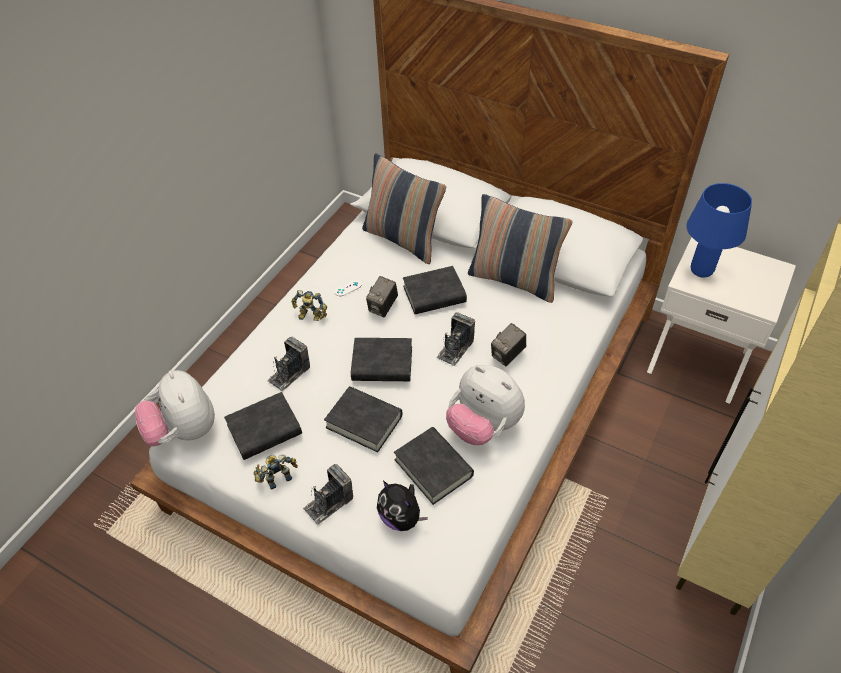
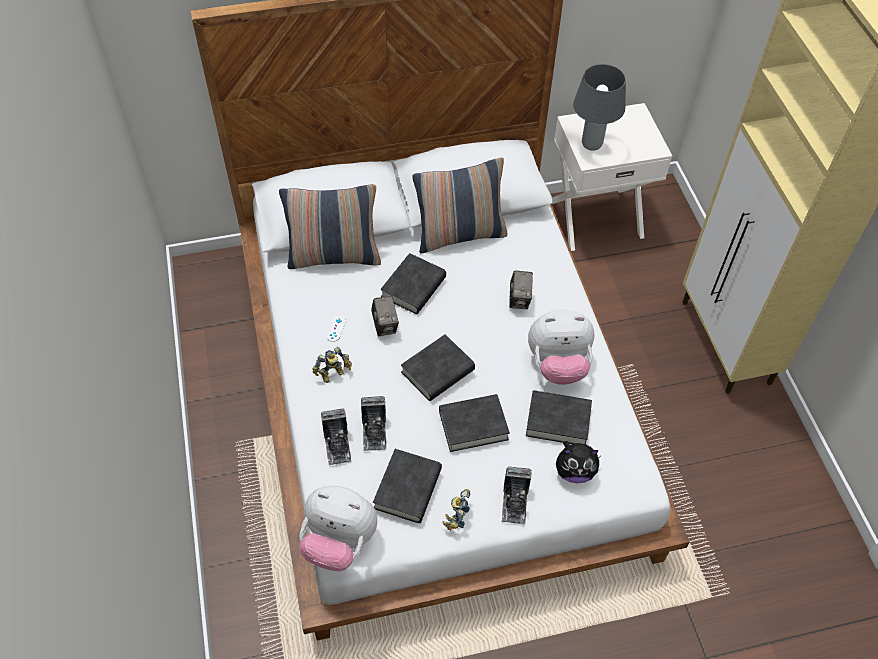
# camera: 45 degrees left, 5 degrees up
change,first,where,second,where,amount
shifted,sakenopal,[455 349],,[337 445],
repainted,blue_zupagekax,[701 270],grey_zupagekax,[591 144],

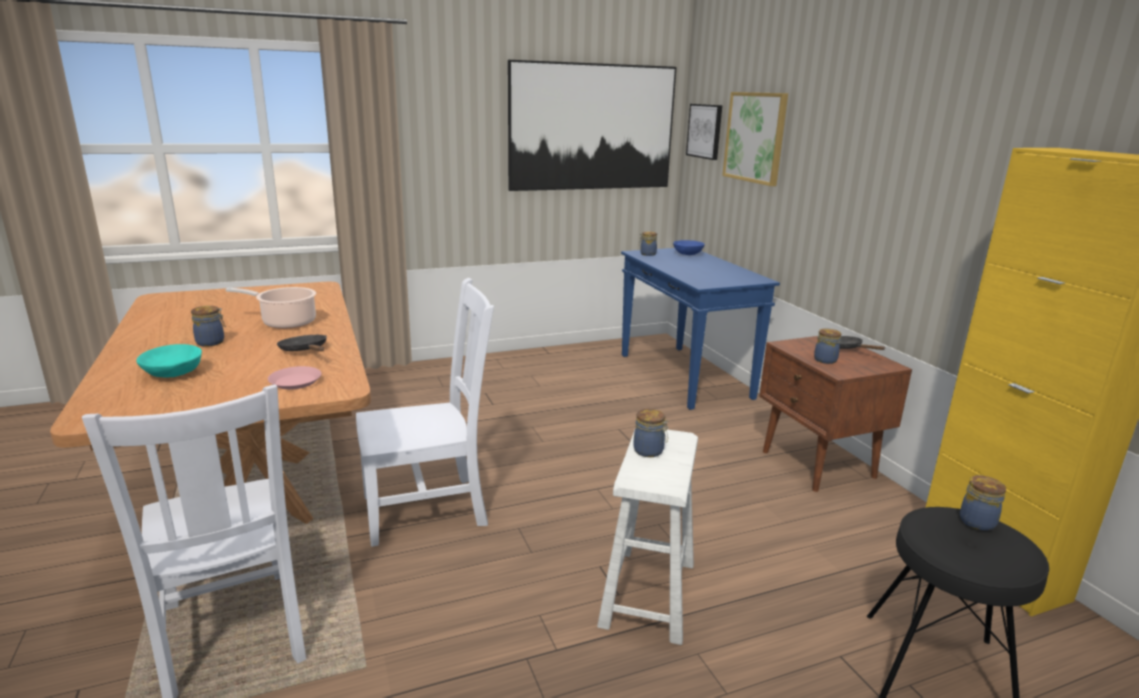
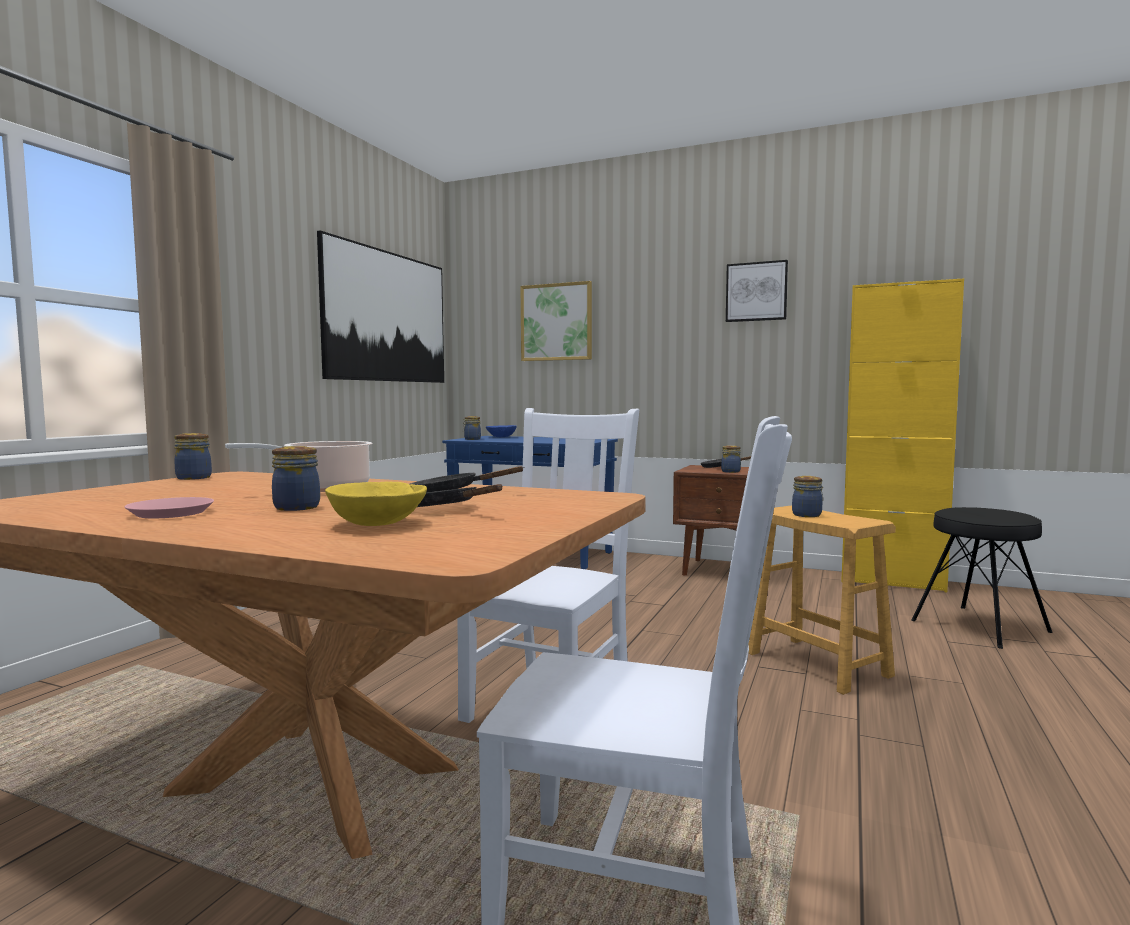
# camera: 45 degrees left, 15 degrees down
change,first,where,second,where,amount
shifted,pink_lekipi,[295 382],,[171 513],
shifted,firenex,[976 521],,[193 477],
repainted,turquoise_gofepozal,[174 373],yellow_gofepozal,[376 523],
new,,,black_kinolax,[444 508],
shifted,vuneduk,[705 131],,[756 292],
repainted,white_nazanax,[649 594],brown_nazanax,[818 664],

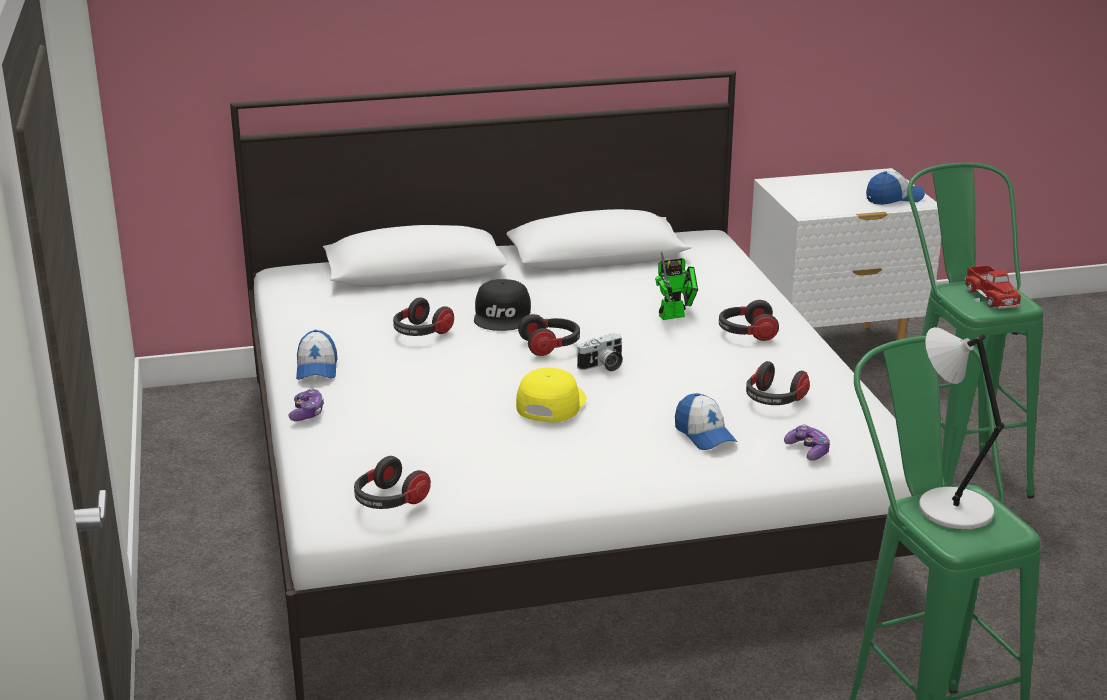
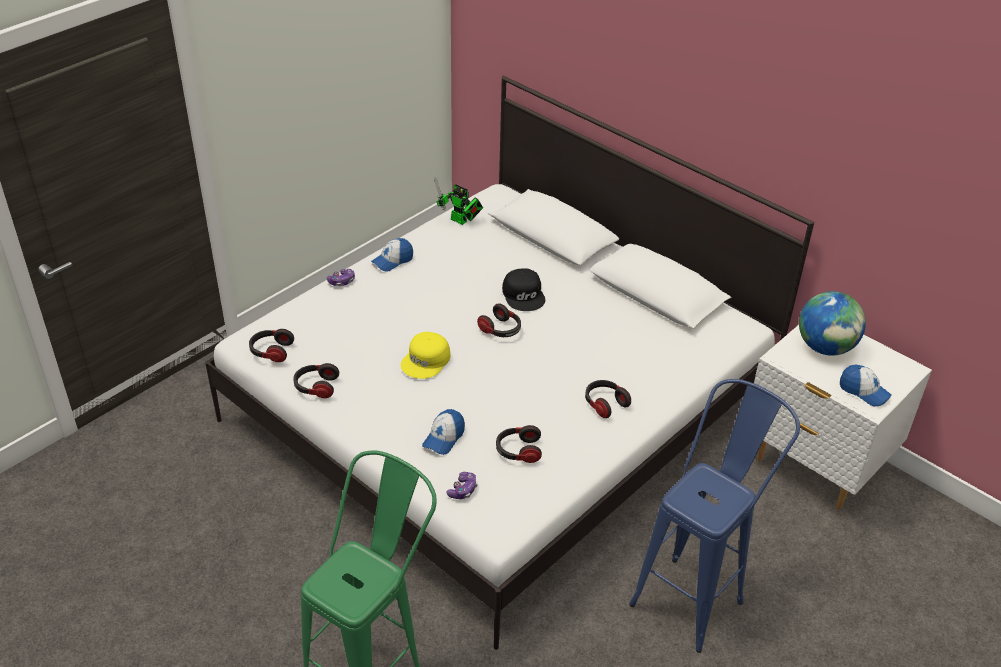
# camera: 55 degrees right, 15 degrees up
change,first,where,second,where,amount
shifted,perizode,[421 333],,[316 387],
rotated,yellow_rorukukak,[550 403],,[426 360],135 degrees clockwise
shifted,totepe,[675 315],,[460 221],
rotated,black_rorukukak,[503 315],,[524 295],75 degrees counterclockwise
repainted,green_nazanax,[951 470],blue_nazanax,[696 593],
new,,,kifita,[825 347],
gone,sakenopal,[602 366],,,
gone,grey_zupagekax,[951 509],,,
gone,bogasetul,[992 297],,,

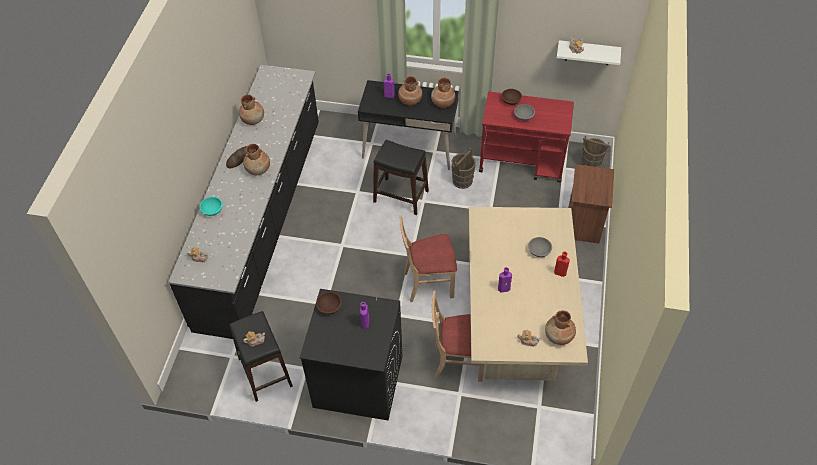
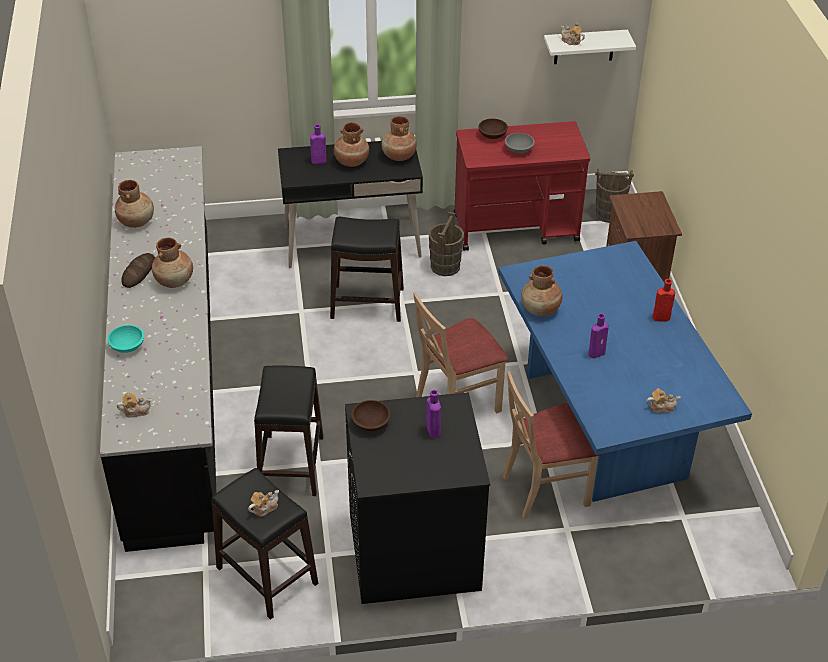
# camera: 20 degrees left, 10 degrees down
change,first,where,second,where,amount
new,,,black_nazanax,[292 464],
repainted,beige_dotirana,[516 324],blue_dotirana,[603 424],
shifted,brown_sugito,[559 336],,[540 309],
gone,grey_gofepozal,[539 251],,,

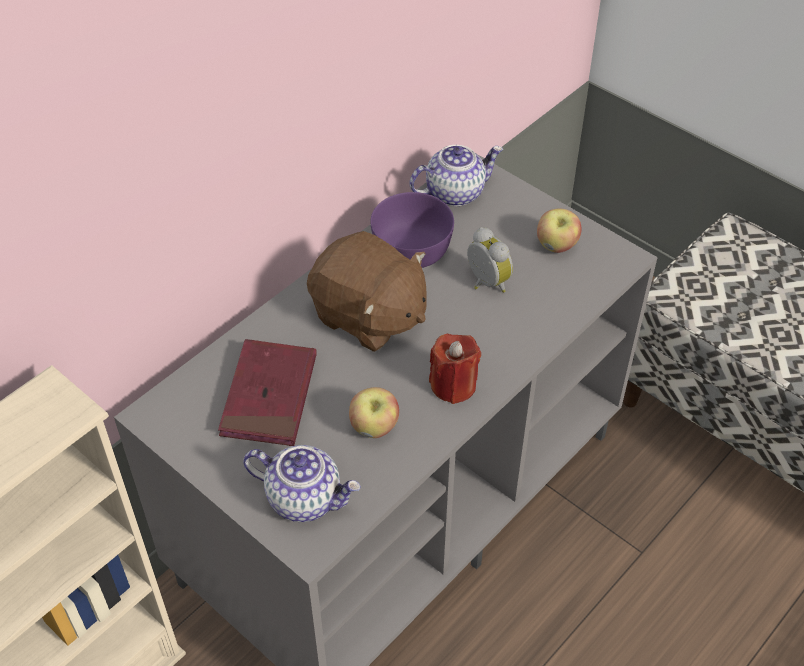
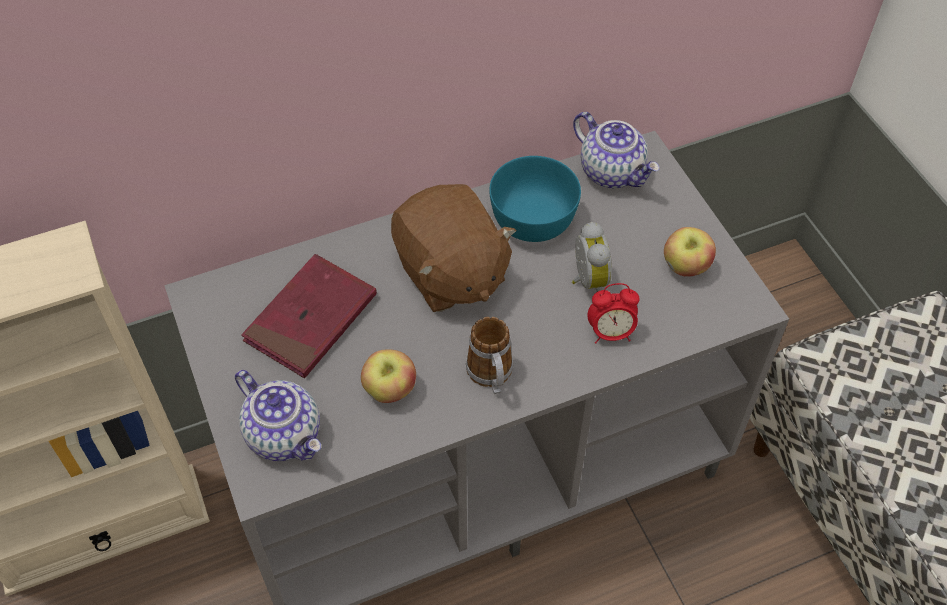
# camera: 25 degrees right, 5 degrees up
change,first,where,second,where,amount
swapped,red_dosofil,[453 385],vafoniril,[491 377],
repainted,purple_gofepozal,[413 249],turquoise_gofepozal,[534 218],
rotated,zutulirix,[455 192],,[612 172],45 degrees clockwise
new,,,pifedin,[610 333],

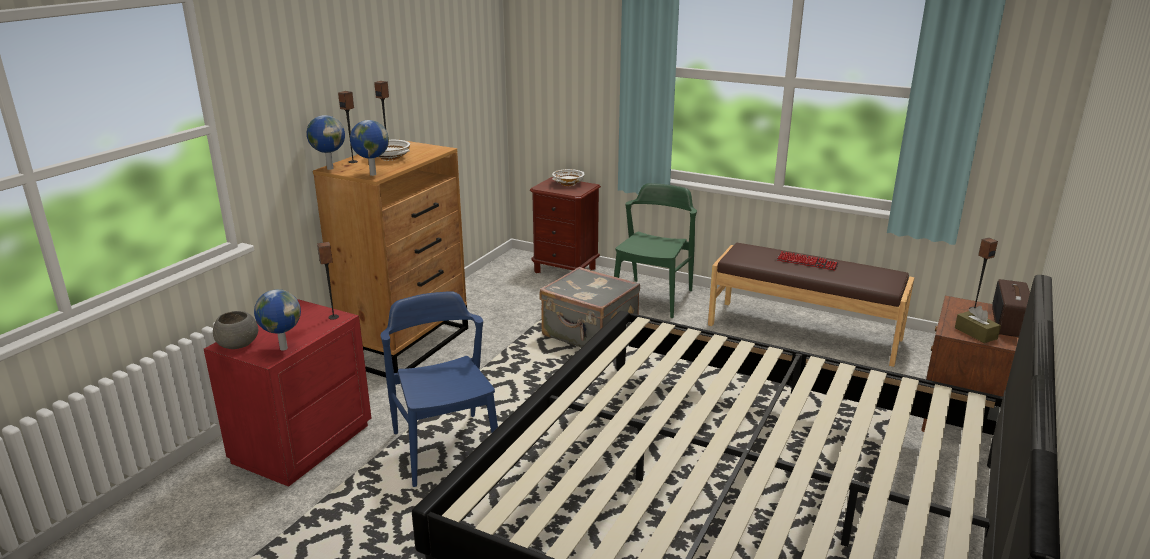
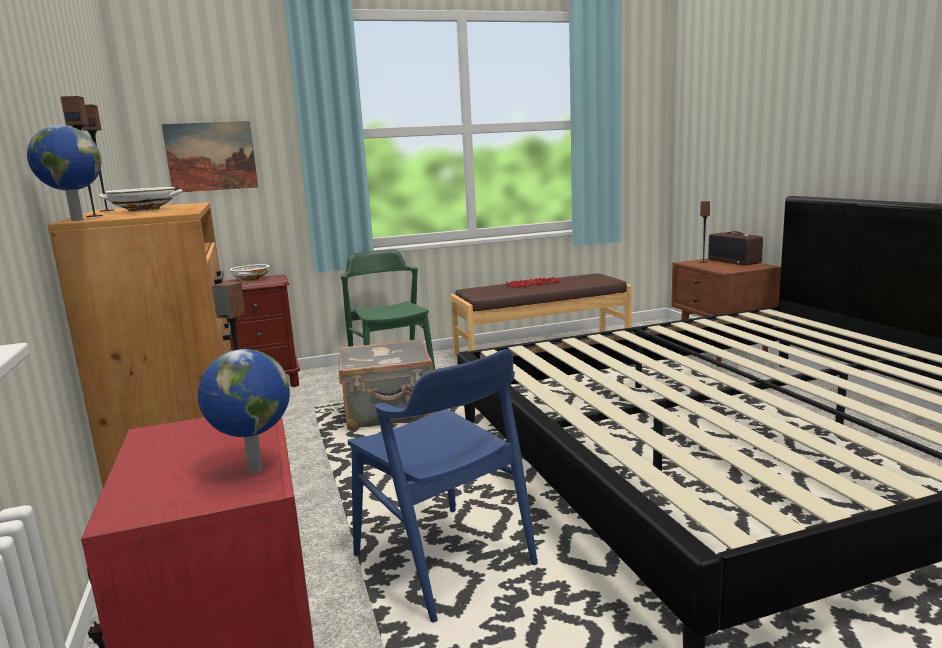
# camera: 45 degrees left, 10 degrees down
change,first,where,second,where,amount
new,,,vuneduk,[211 156],
rotated,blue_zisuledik,[446 448],,[444 560],150 degrees counterclockwise
gone,grey_gofepozal,[237 345],,,
gone,kifita,[372 174],,,
gone,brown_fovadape,[975 333],,,

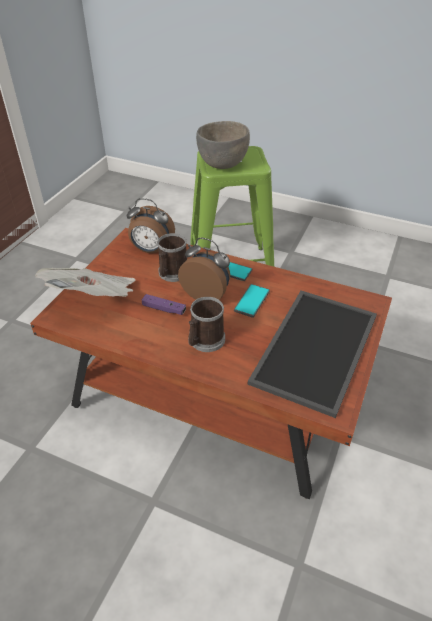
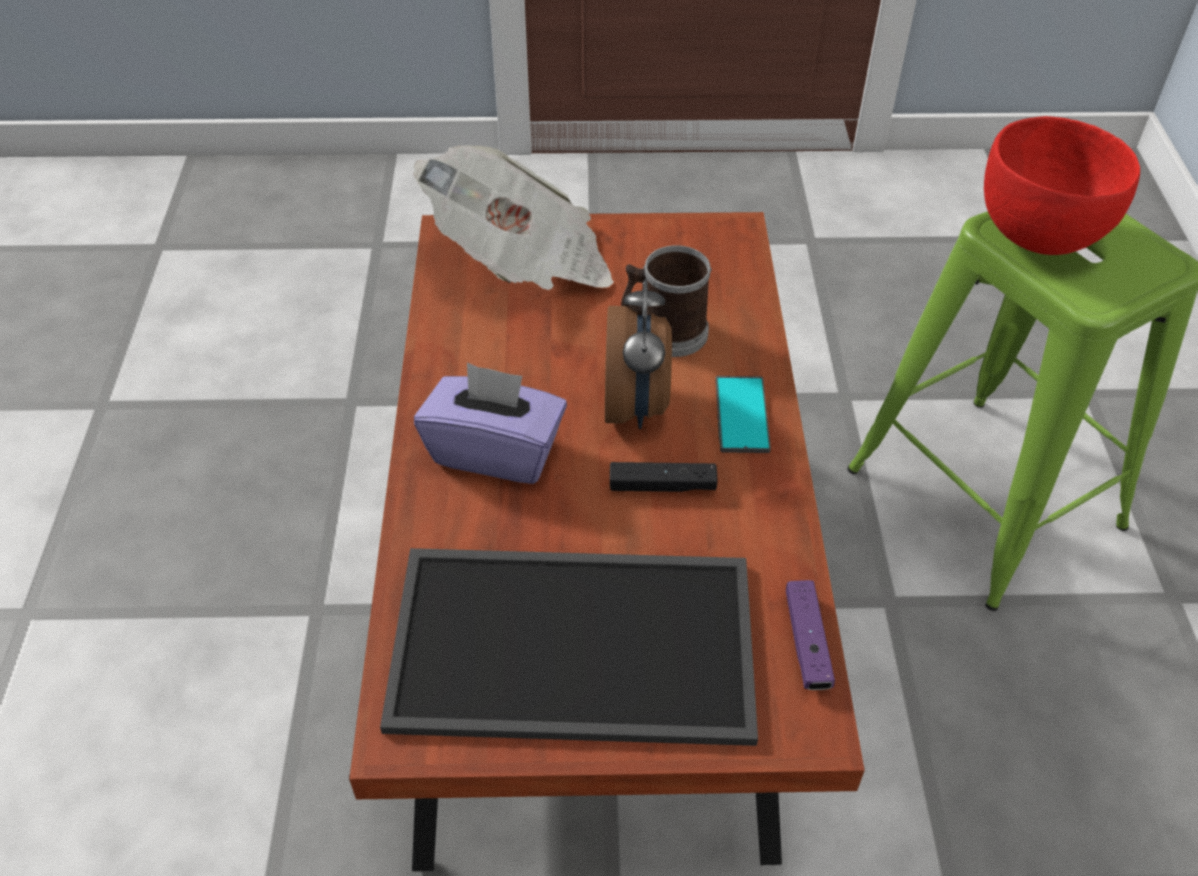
# camera: 65 degrees right, 5 degrees up
change,first,where,second,where,amount
swapped,vafoniril,[204 341],purple_fovadape,[496 451],
swapped,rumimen,[252 301],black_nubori,[662 486],
shifted,purple_nubori,[164 309],,[807 642],
repainted,grey_gofepozal,[223 164],red_gofepozal,[1039 236],
gone,pifedin,[151 250],,,

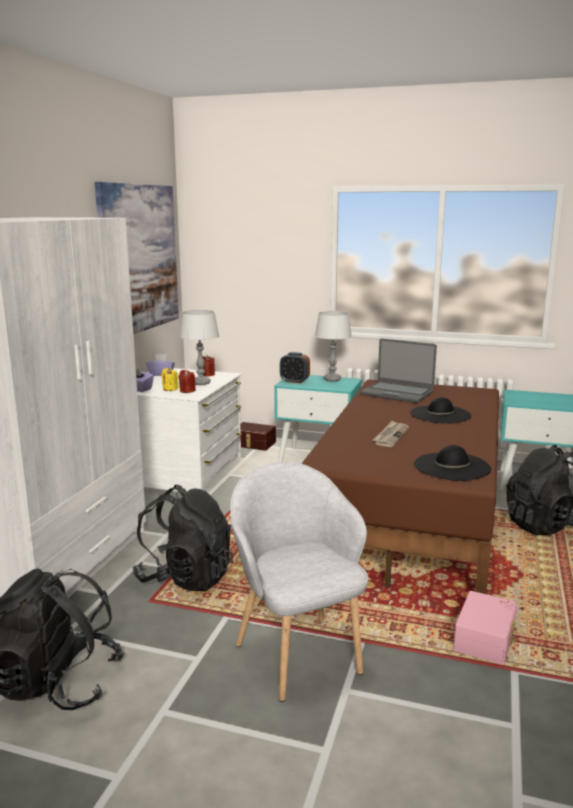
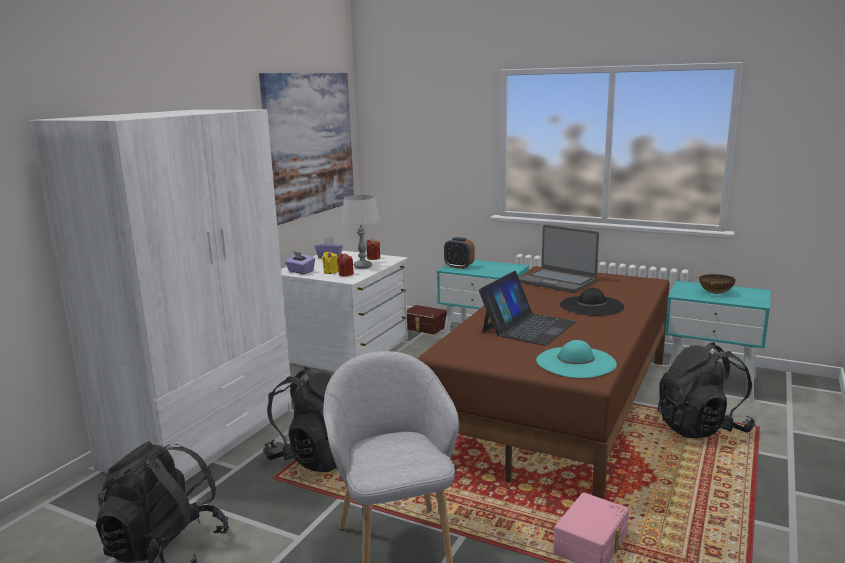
# camera: 10 degrees right, 0 degrees up
change,first,where,second,where,amount
swapped,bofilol,[390 436],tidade,[528 327],
repainted,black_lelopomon,[451 466],turquoise_lelopomon,[575 362],
new,,,gofepozal,[715 293],
gone,grey_zupagekax,[332 379],,,

